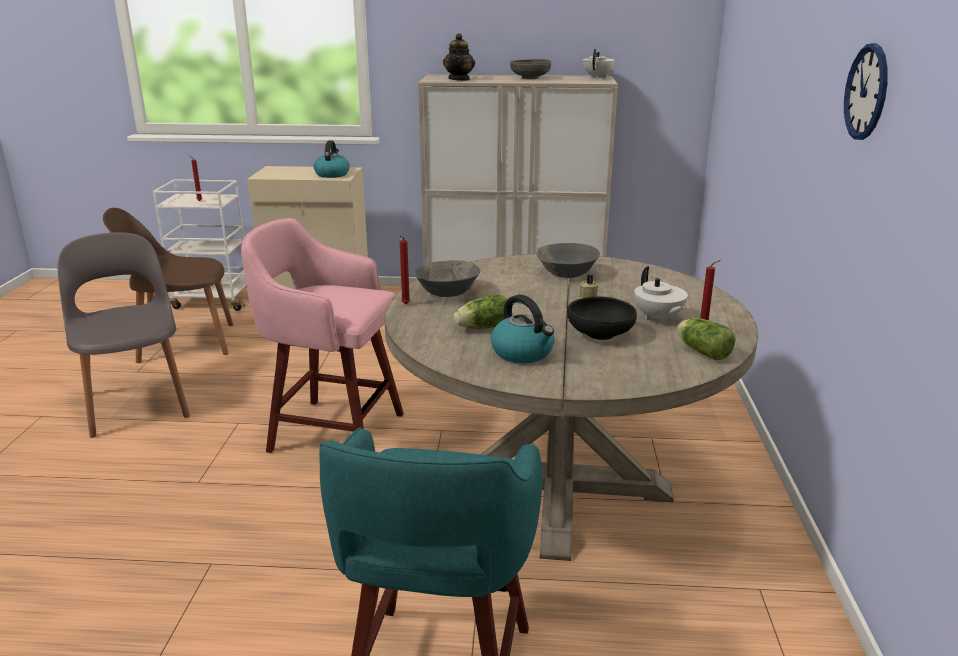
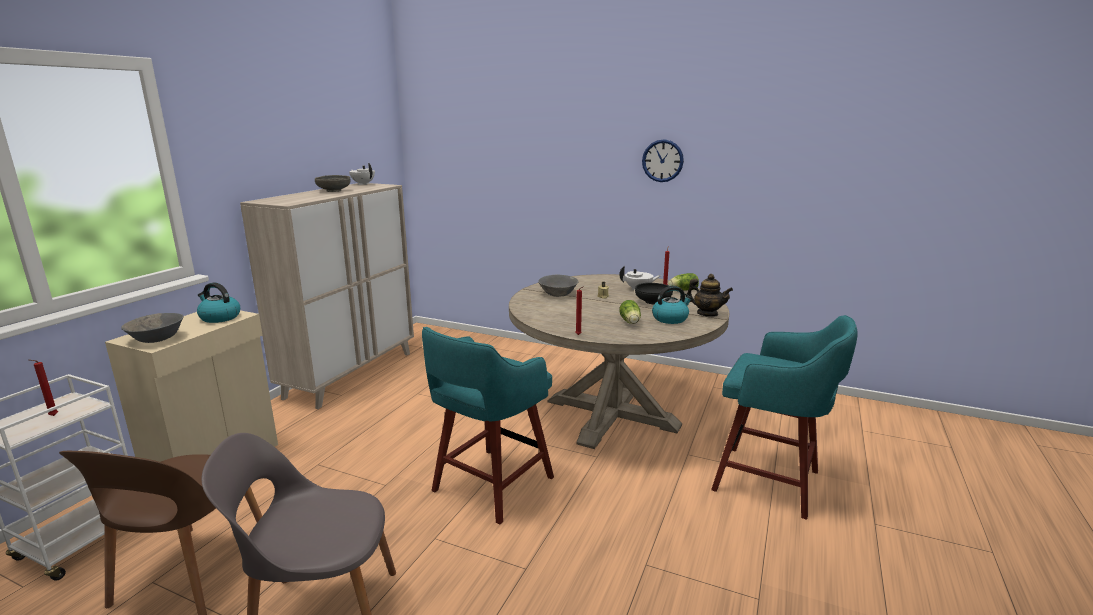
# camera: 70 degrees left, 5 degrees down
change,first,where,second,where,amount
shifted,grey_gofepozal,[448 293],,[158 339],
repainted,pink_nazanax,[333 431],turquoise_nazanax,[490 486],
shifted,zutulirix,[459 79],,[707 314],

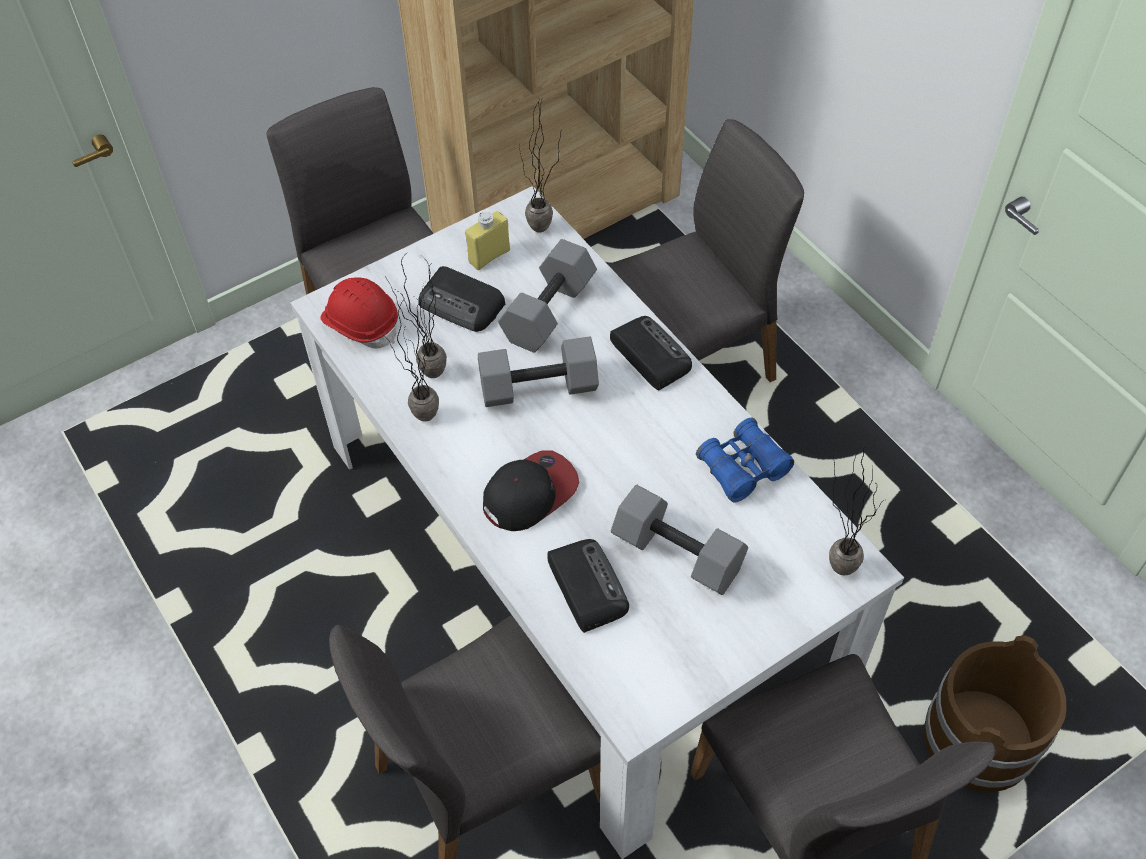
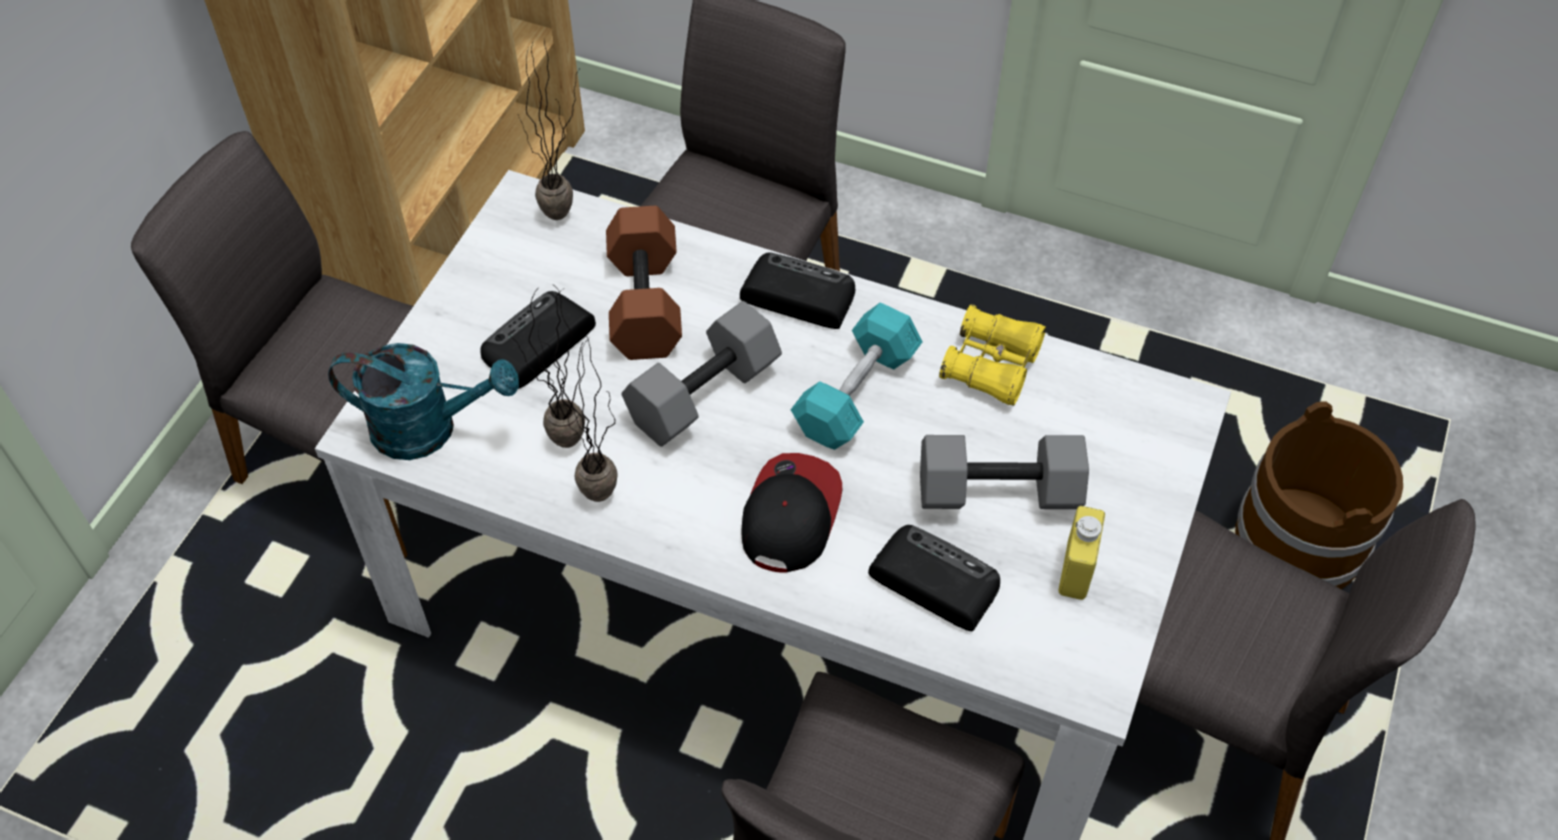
# camera: 35 degrees left, 0 degrees up
change,first,where,second,where,amount
swapped,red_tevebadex,[361 323],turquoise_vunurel,[429 428],
rotated,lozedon,[462 305],,[537 345],135 degrees clockwise
repainted,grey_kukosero,[549 312],brown_kukosero,[647 304],
new,,,turquoise_kukosero,[856 393],
repainted,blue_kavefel,[743 468],yellow_kavefel,[991 365],
shifted,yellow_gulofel,[489 256],,[1076 570],
gone,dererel,[834 561],,,

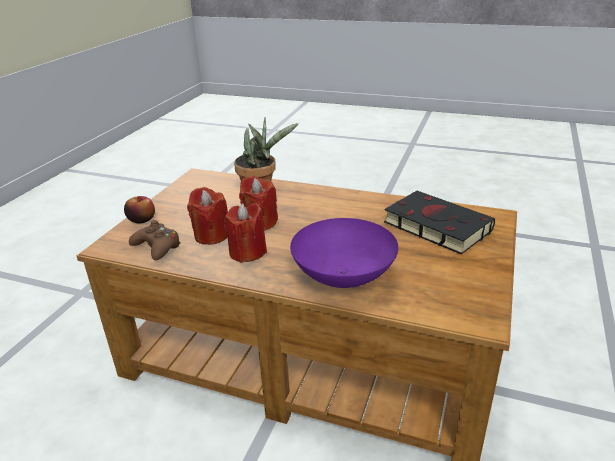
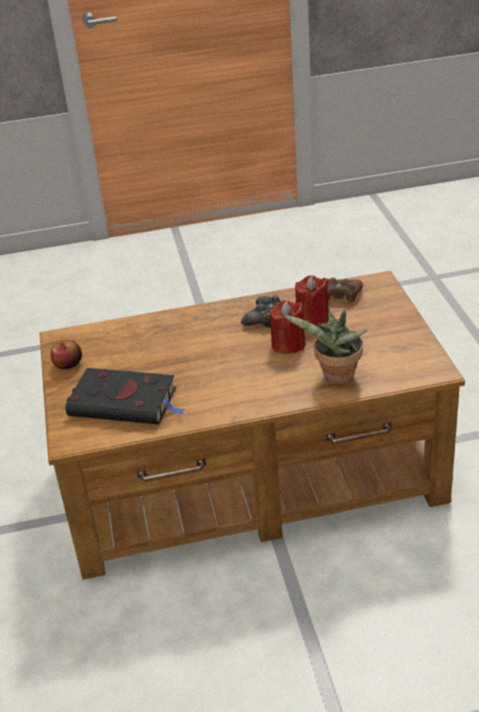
# camera: 150 degrees right, 5 degrees up
change,first,where,second,where,amount
shifted,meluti,[141 219],,[68 364],
swapped,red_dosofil,[247 252],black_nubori,[264 318],
gone,purple_gofepozal,[345 278],,,

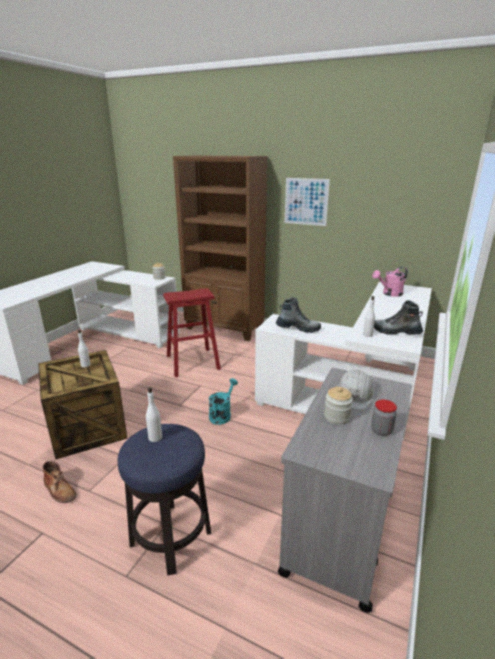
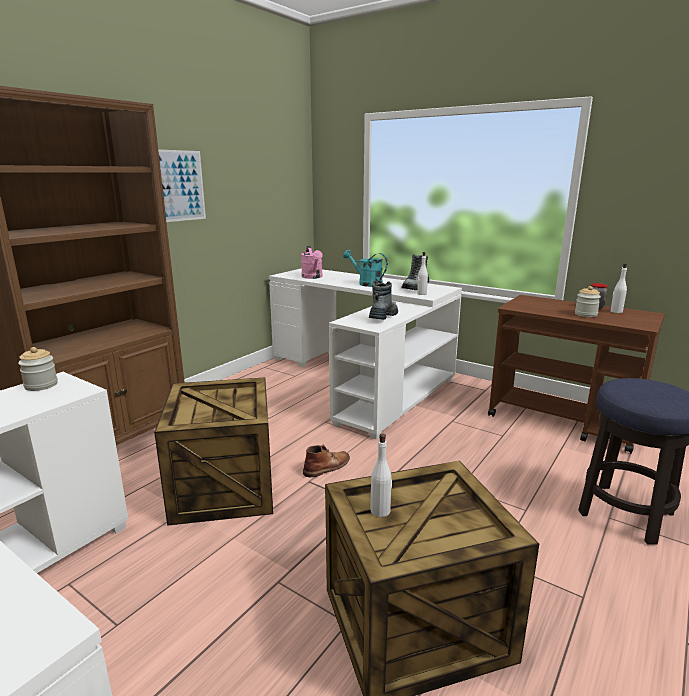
# camera: 80 degrees left, 5 degrees down
change,first,where,second,where,amount
swapped,red_nazanax,[193 362],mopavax,[222 486],
shifted,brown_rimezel,[60 490],,[327 466],
shifted,turquoise_vunurel,[222 415],,[366 283],
repainted,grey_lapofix,[341 526],brown_lapofix,[563 421],
shifted,white_gulofel,[155 437],,[616 311],
gone,white_tevebadex,[354 395],,,

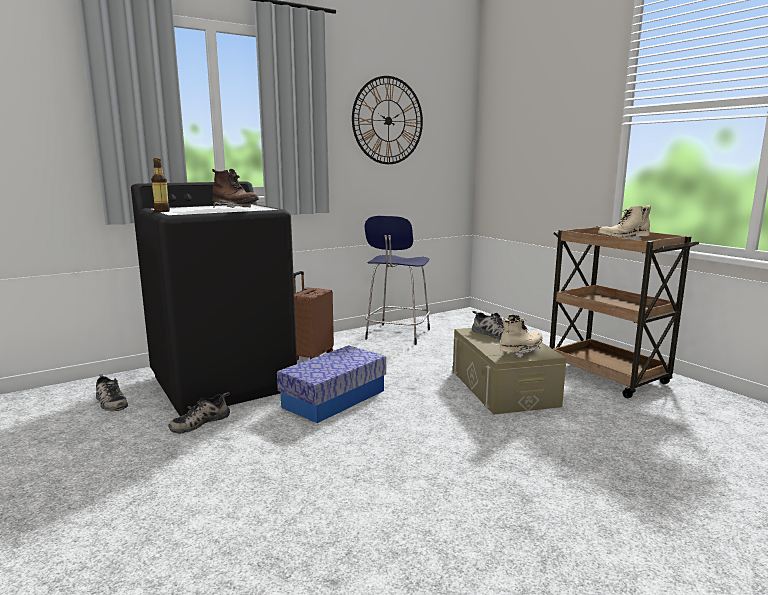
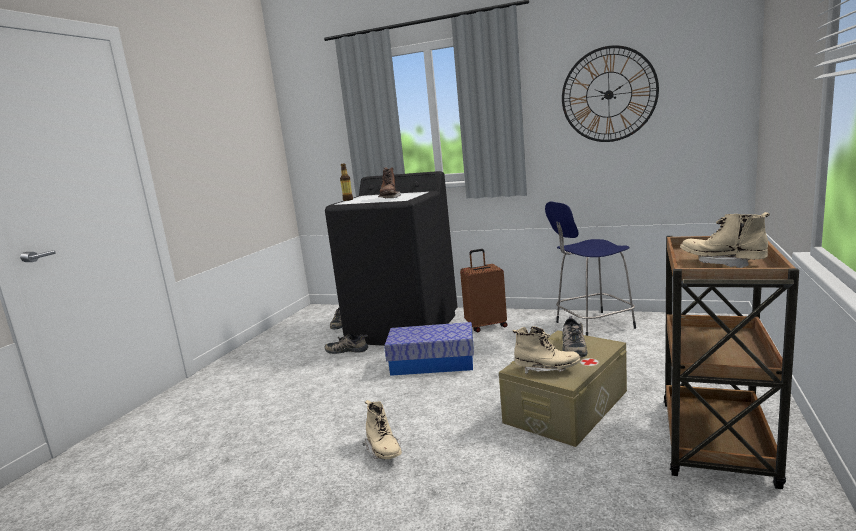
# camera: 55 degrees right, 0 degrees up
change,first,where,second,where,amount
new,,,beige_rimezel,[384 451],

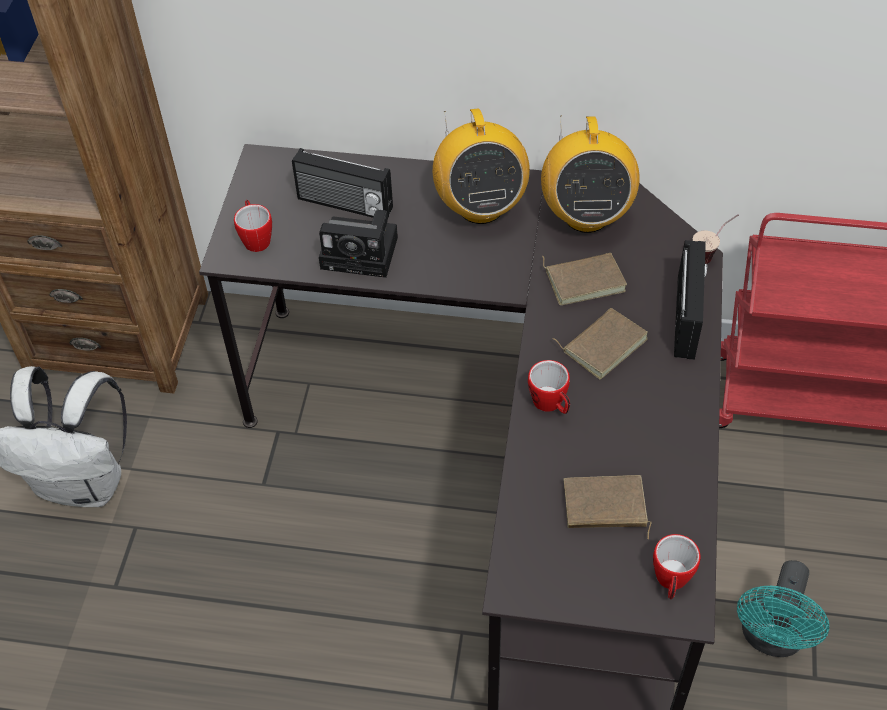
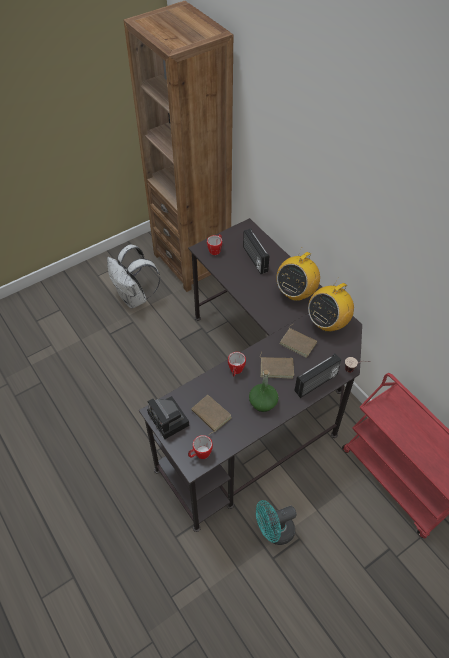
# camera: 45 degrees right, 0 degrees up
change,first,where,second,where,amount
shifted,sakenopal,[363 252],,[169 420],
new,,,green_gulofel,[263 402],

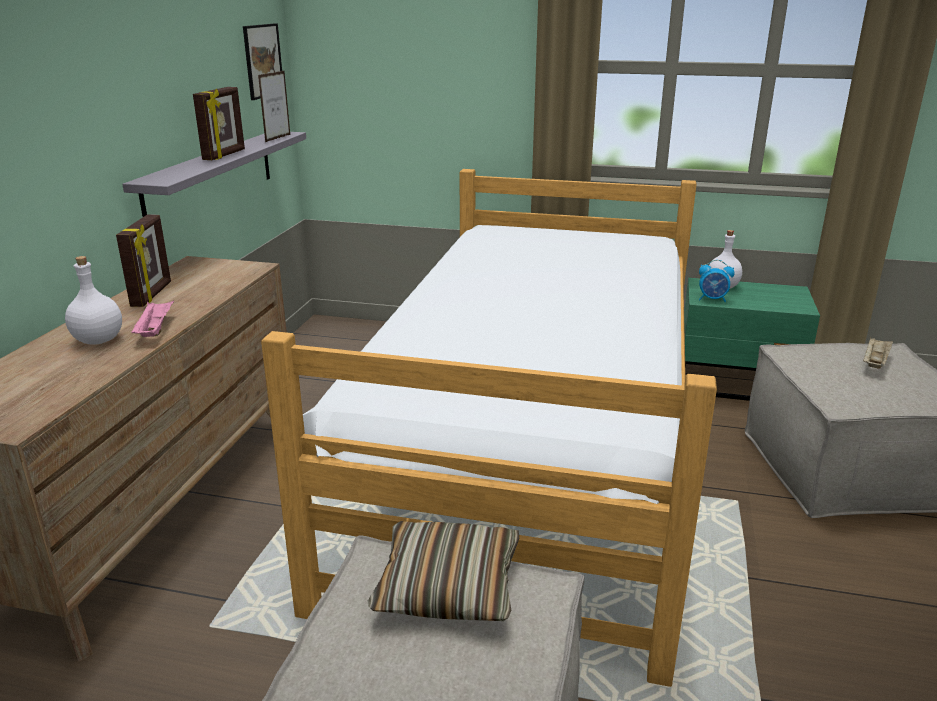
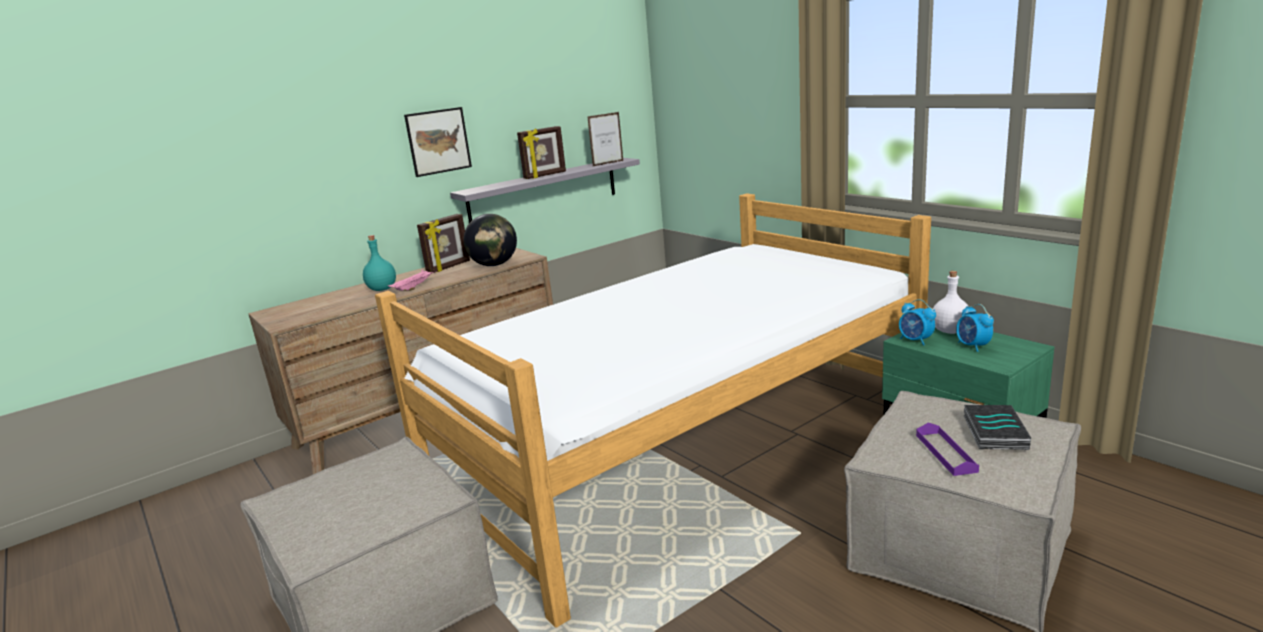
# camera: 40 degrees right, 5 degrees down
change,first,where,second,where,amount
repainted,white_gulofel,[99 341],turquoise_gulofel,[382 289],
shifted,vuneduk,[263 61],,[438 141],
new,,,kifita,[494 265],
new,,,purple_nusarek,[945 453],
new,,,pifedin,[972 346],
swapped,beige_nusarek,[874 362],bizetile,[993 432],
gone,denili,[447 586],,,

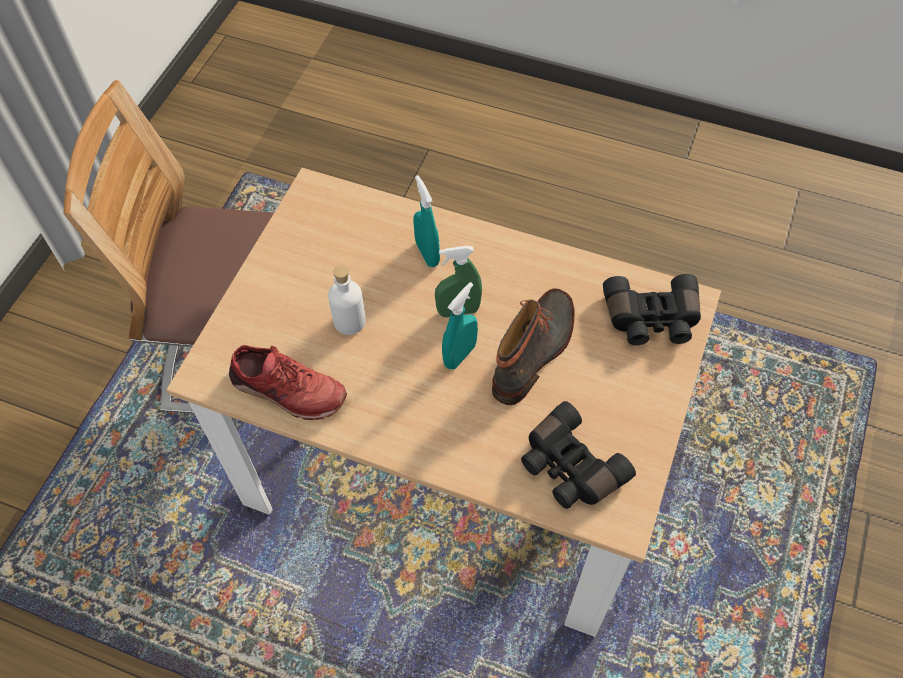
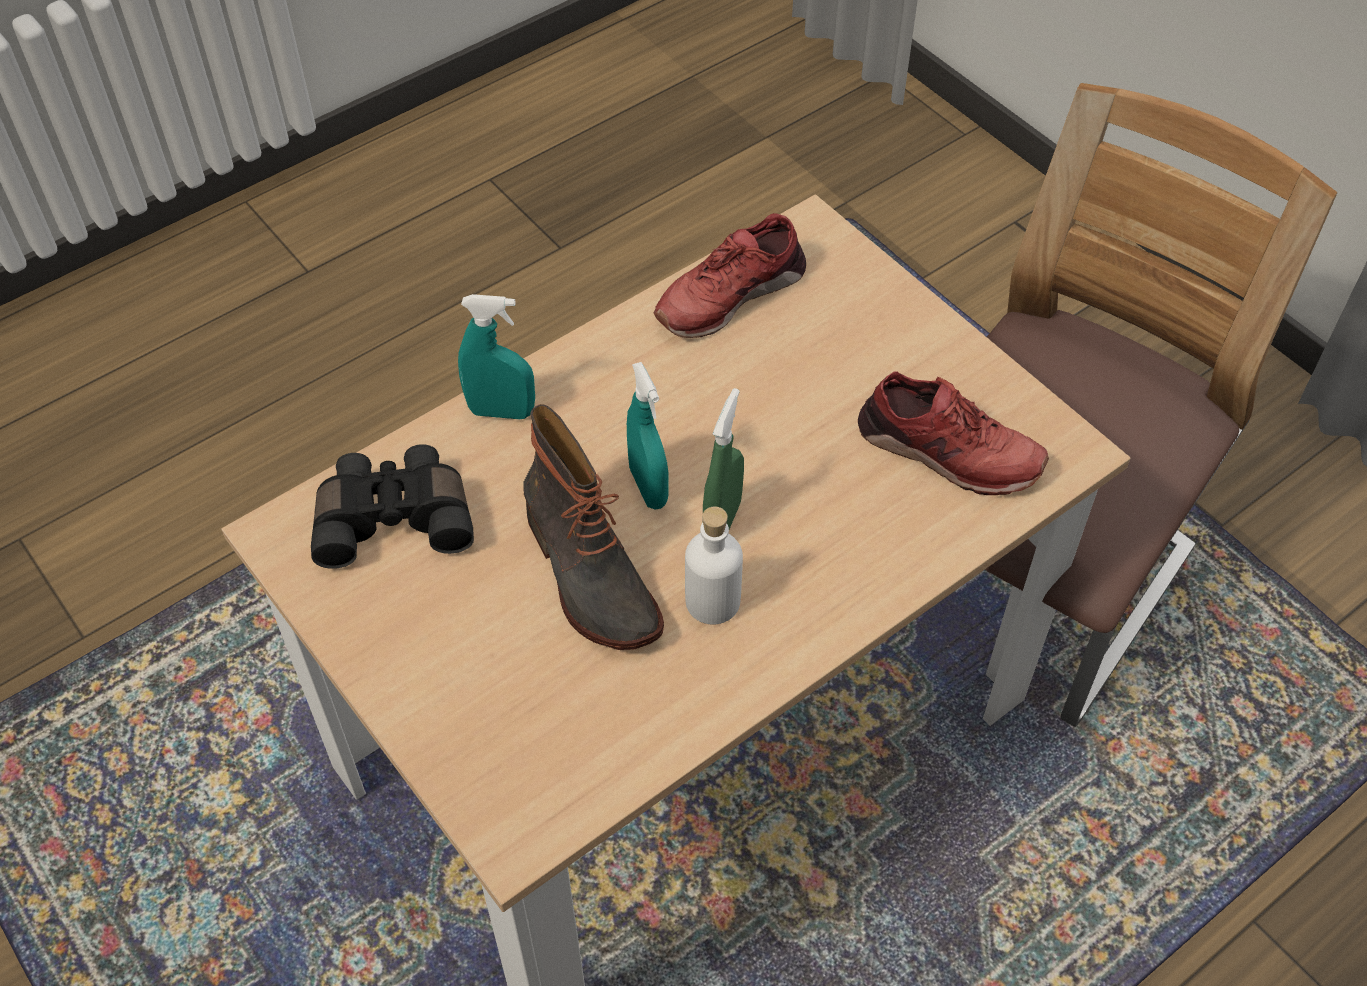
# camera: 120 degrees right, 5 degrees down
change,first,where,second,where,amount
shifted,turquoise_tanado,[427 253],,[501 411],
shifted,white_gulofel,[349 321],,[712 601],
new,,,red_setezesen,[947 452],
gone,black_kavefel,[651 320],,,

